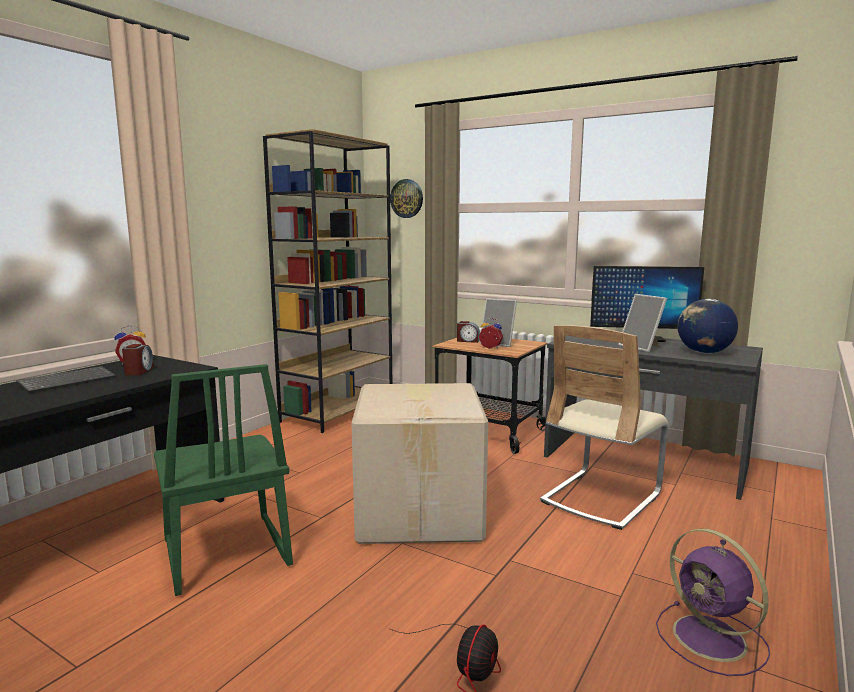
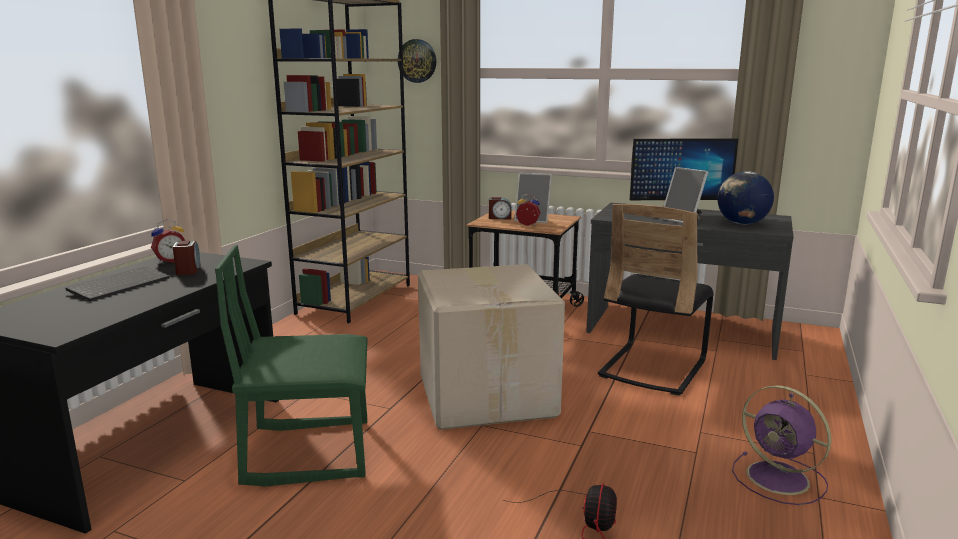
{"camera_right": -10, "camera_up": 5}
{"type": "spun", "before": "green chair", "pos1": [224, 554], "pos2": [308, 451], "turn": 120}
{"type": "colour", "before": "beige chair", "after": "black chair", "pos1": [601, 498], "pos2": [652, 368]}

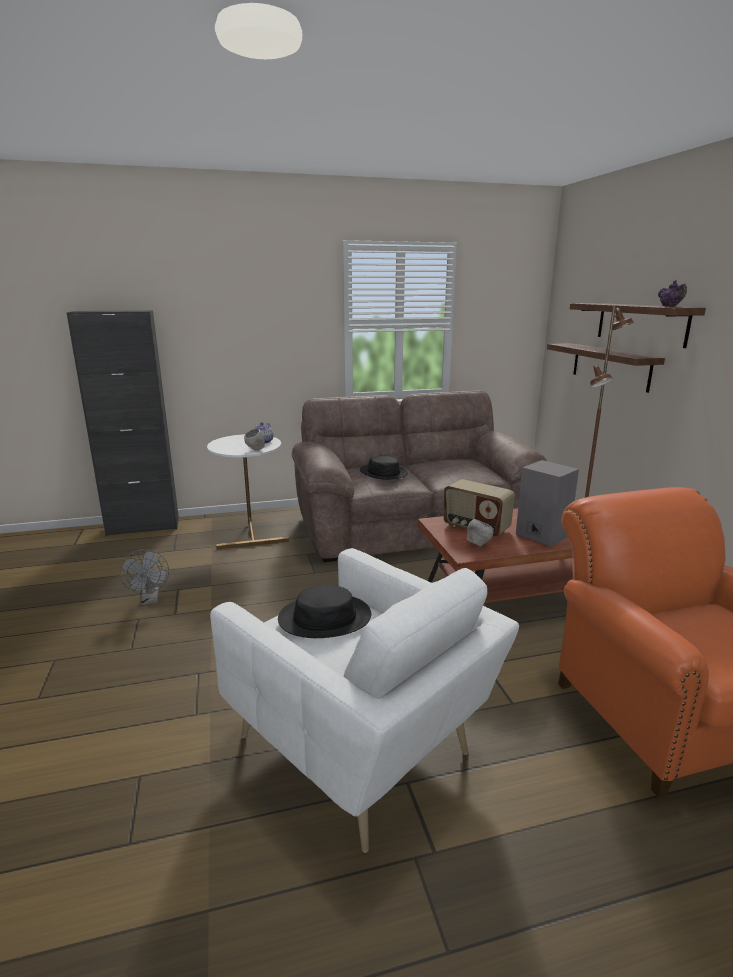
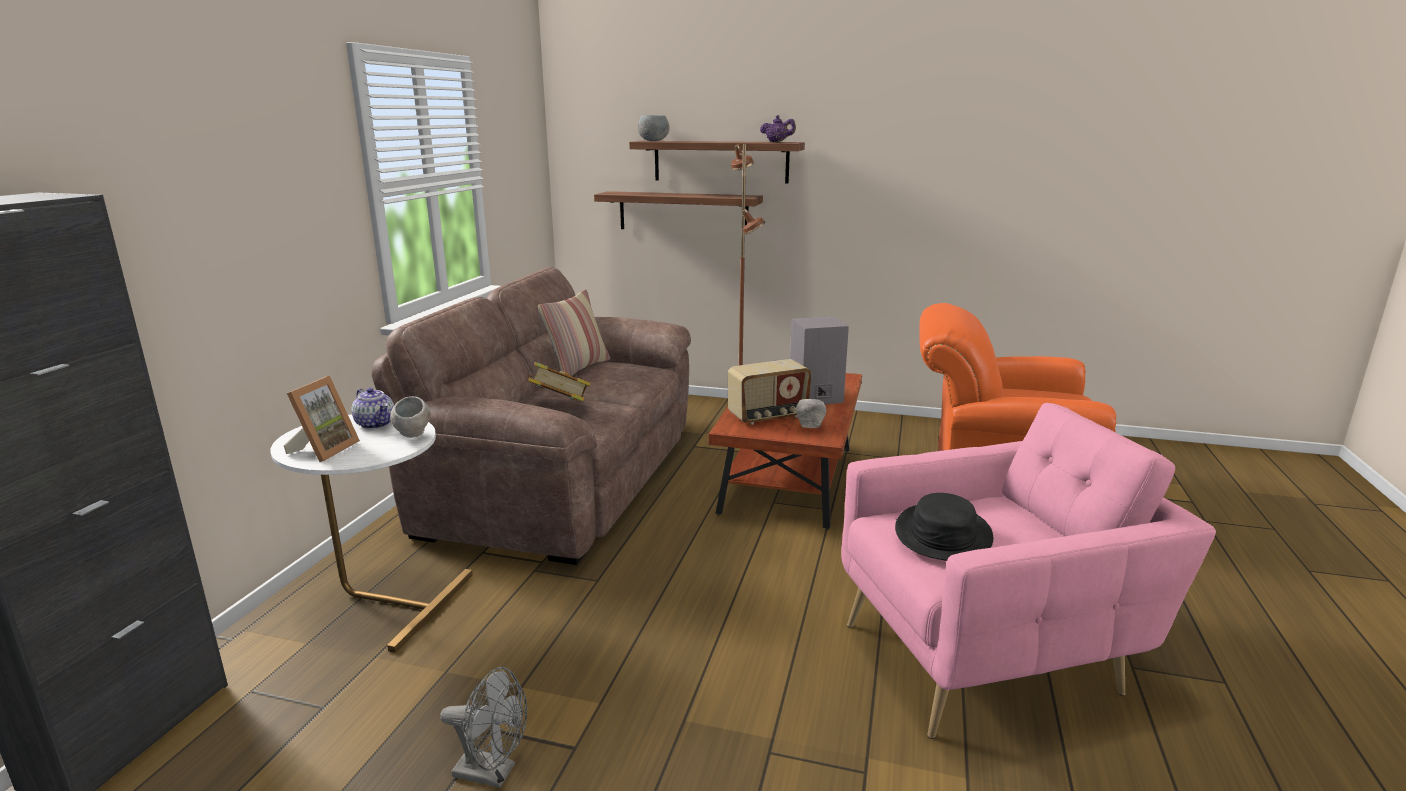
{"camera_right": -60, "camera_up": 0}
{"type": "colour", "before": "white armchair", "after": "pink armchair", "pos1": [359, 752], "pos2": [990, 656]}
{"type": "exchanged", "before": "black hat", "after": "book", "pos1": [383, 473], "pos2": [560, 407]}
{"type": "appeared", "after": "picture frame", "pos2": [324, 450]}
{"type": "appeared", "after": "pillow", "pos2": [578, 368]}
{"type": "appeared", "after": "grey bowl", "pos2": [653, 140]}

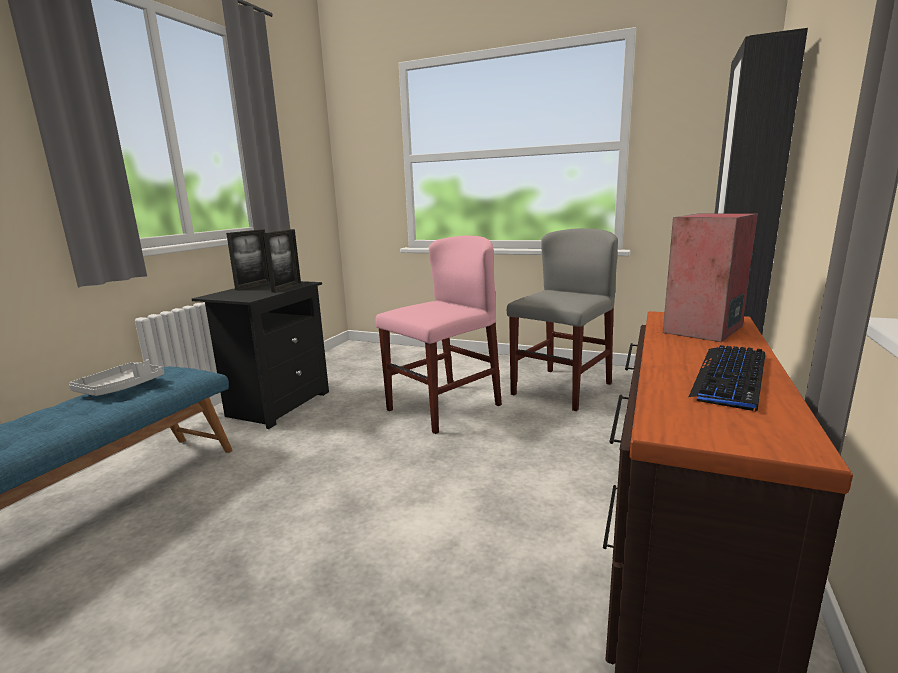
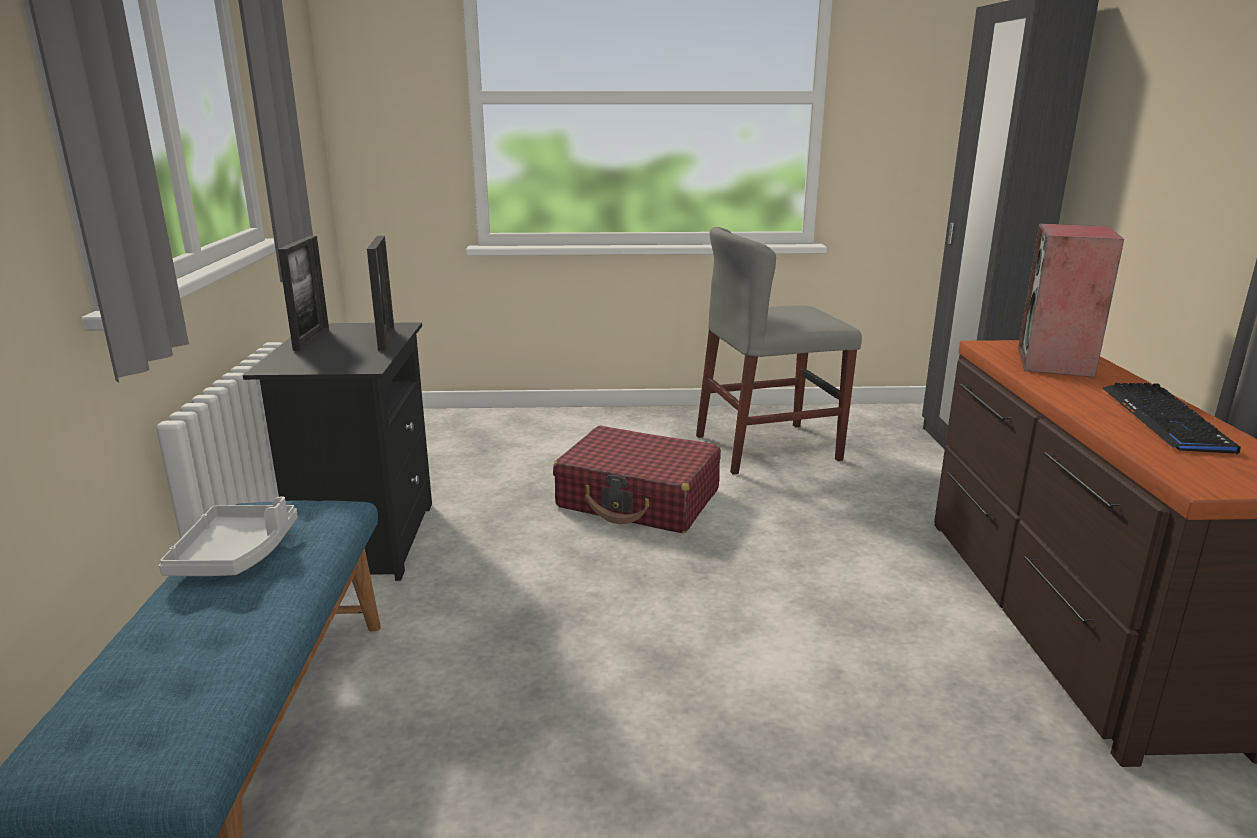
{"camera_right": -25, "camera_up": 5}
{"type": "exchanged", "before": "pink chair", "after": "red suitcase", "pos1": [443, 407], "pos2": [639, 499]}
{"type": "spun", "before": "grey chair", "pos1": [561, 389], "pos2": [767, 447], "turn": -120}

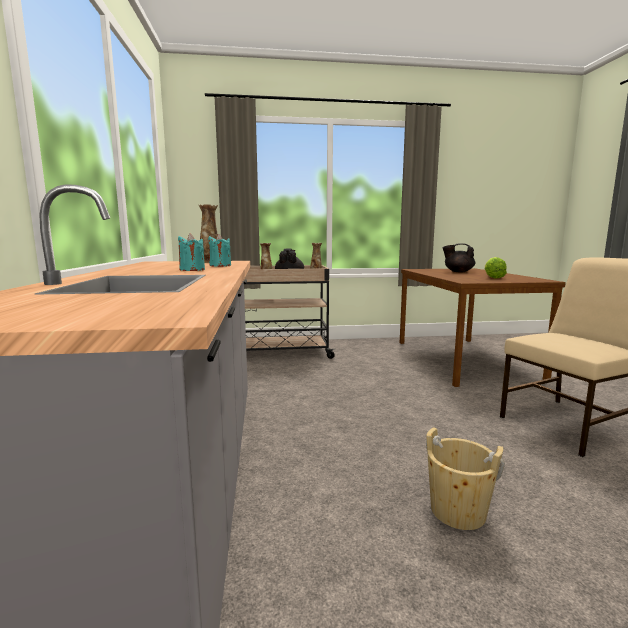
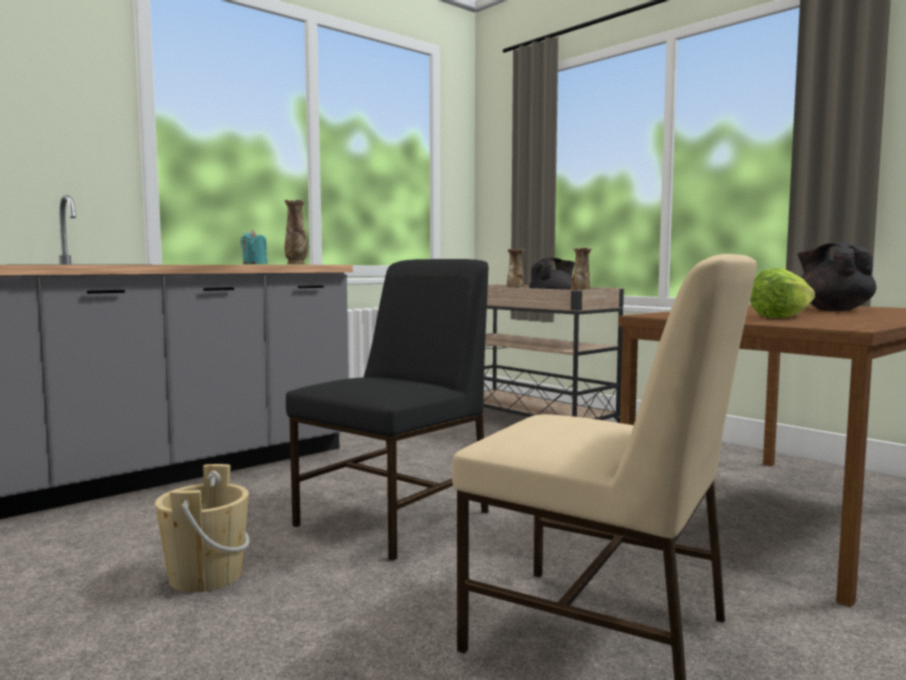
{"camera_right": 55, "camera_up": -5}
{"type": "missing", "before": "turquoise candle", "pos1": [192, 270]}
{"type": "appeared", "after": "black chair", "pos2": [397, 518]}

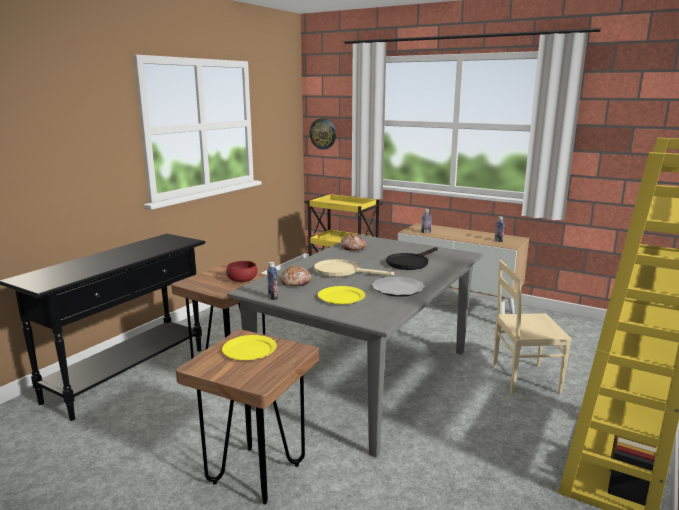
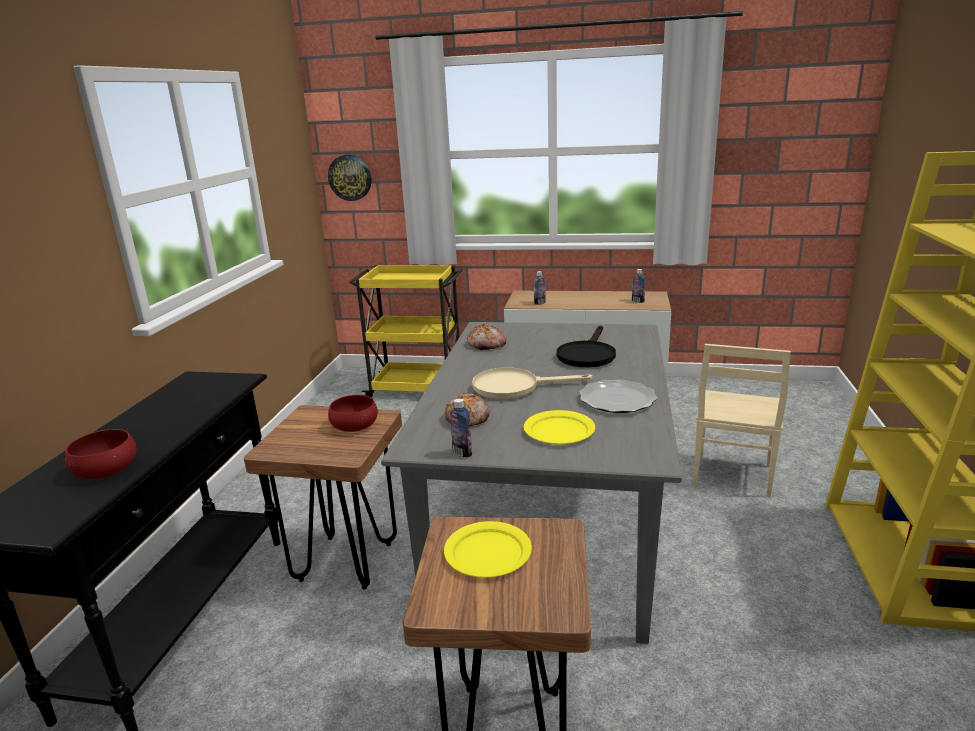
{"camera_right": -20, "camera_up": 5}
{"type": "spun", "before": "beige chair", "pos1": [524, 379], "pos2": [731, 475], "turn": -45}
{"type": "appeared", "after": "red bowl", "pos2": [106, 469]}

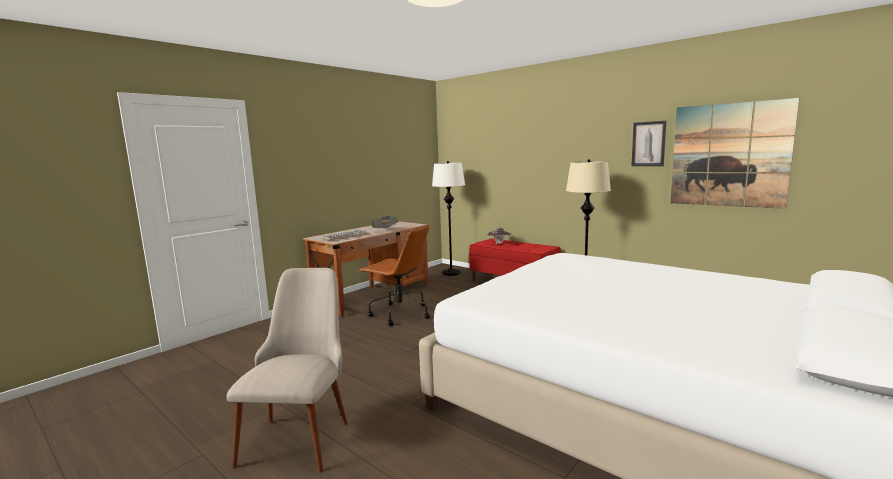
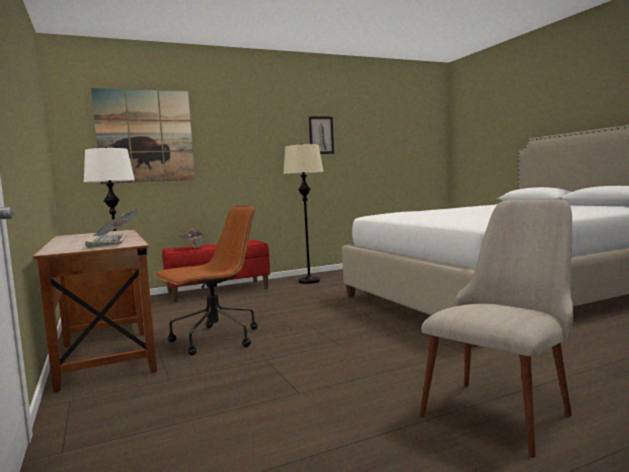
{"camera_right": -65, "camera_up": -5}
{"type": "spun", "before": "beige chair", "pos1": [302, 432], "pos2": [505, 406], "turn": 105}
{"type": "relocated", "before": "picture", "pos1": [729, 155], "pos2": [145, 136]}

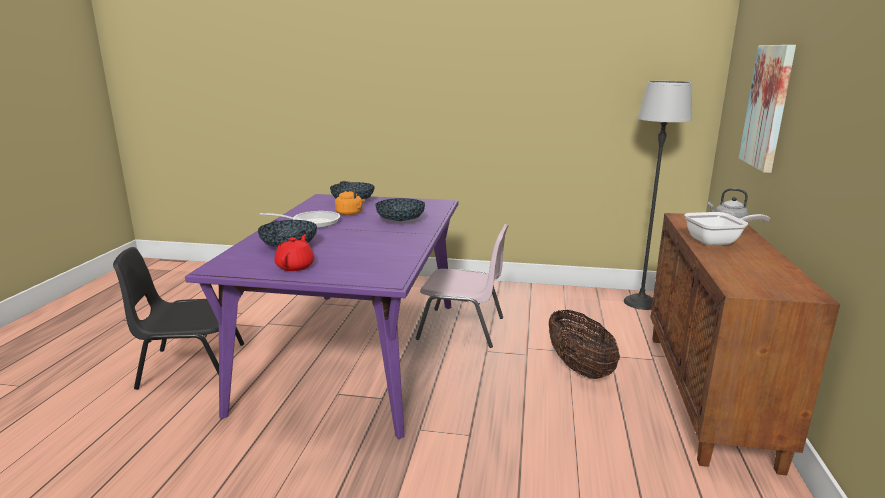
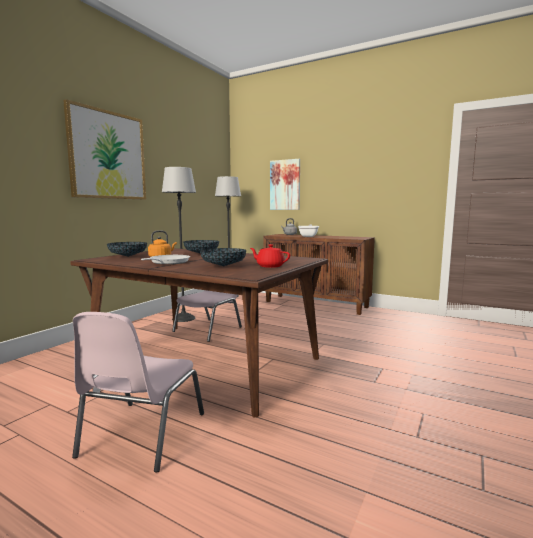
{"camera_right": -70, "camera_up": -10}
{"type": "colour", "before": "black chair", "after": "pink chair", "pos1": [190, 366], "pos2": [141, 435]}
{"type": "colour", "before": "purple dining table", "after": "brown dining table", "pos1": [355, 352], "pos2": [203, 360]}
{"type": "missing", "before": "basket", "pos1": [579, 368]}
{"type": "appeared", "after": "picture", "pos2": [108, 155]}
{"type": "appeared", "after": "floor lamp", "pos2": [183, 318]}

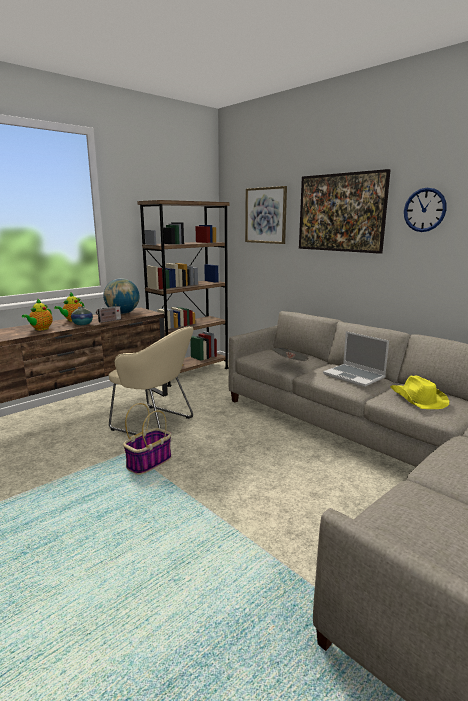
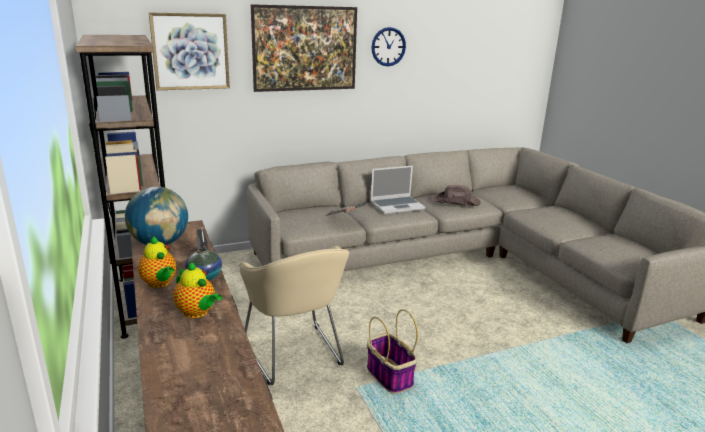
{"camera_right": -70, "camera_up": 5}
{"type": "spun", "before": "beige armchair", "pos1": [156, 424], "pos2": [295, 357], "turn": 105}
{"type": "colour", "before": "yellow hat", "after": "brown hat", "pos1": [417, 399], "pos2": [456, 202]}

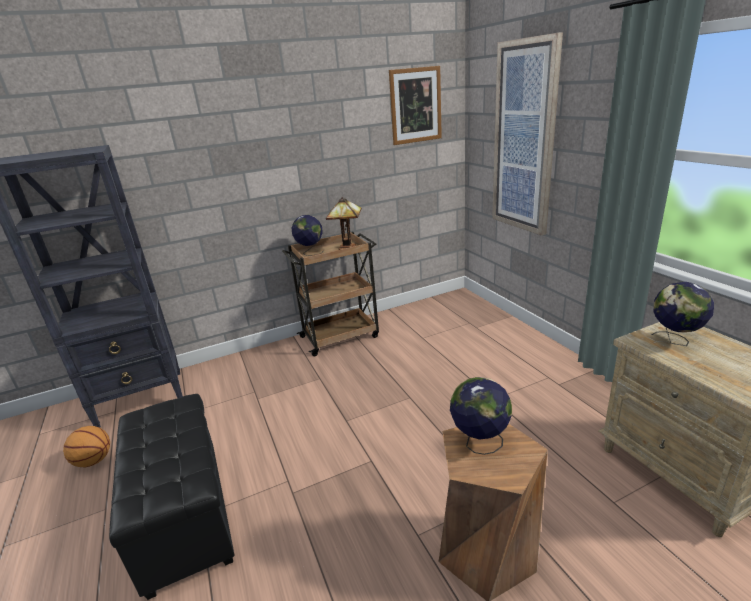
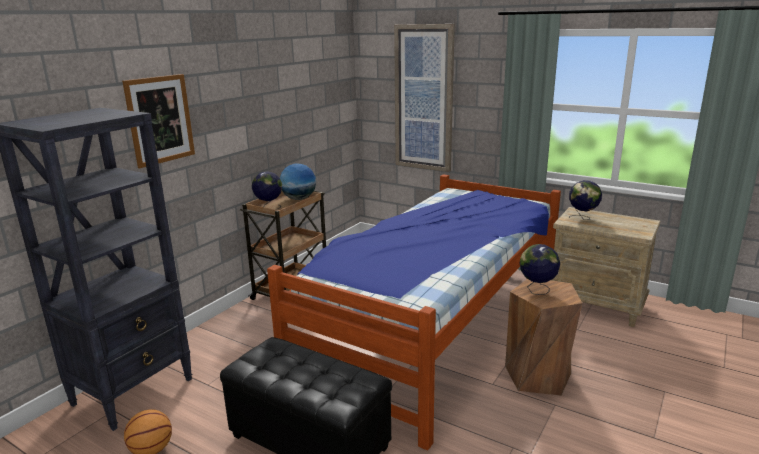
{"camera_right": -35, "camera_up": -5}
{"type": "exchanged", "before": "table lamp", "after": "globe", "pos1": [348, 246], "pos2": [299, 199]}
{"type": "relocated", "before": "picture", "pos1": [415, 105], "pos2": [160, 120]}
{"type": "appeared", "after": "bed", "pos2": [434, 327]}

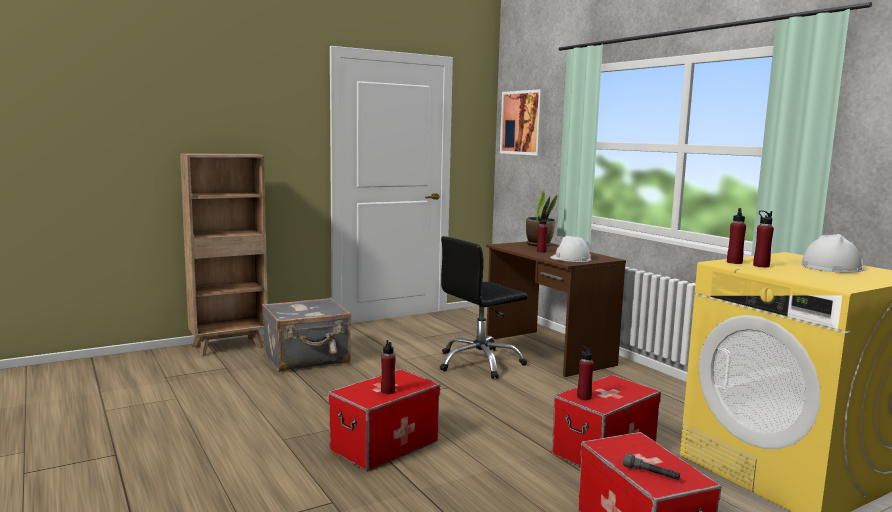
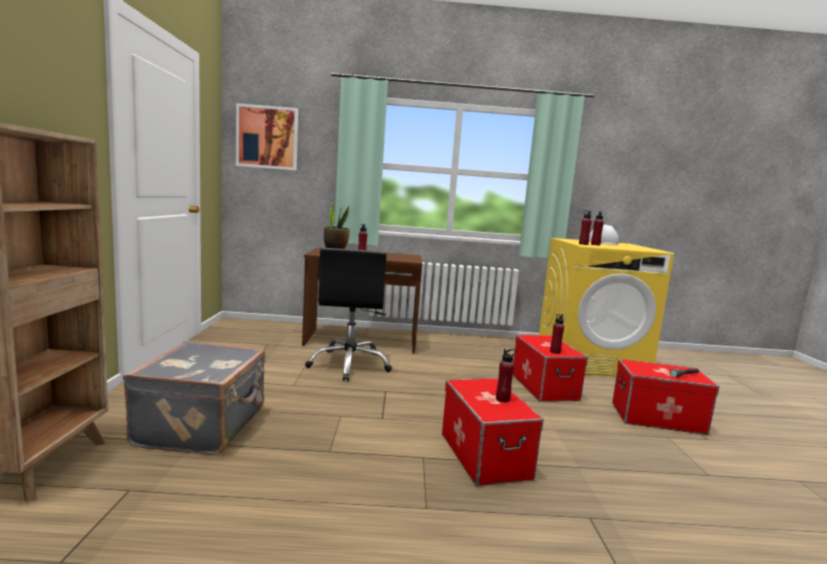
{"camera_right": -60, "camera_up": 0}
{"type": "missing", "before": "white hard hat", "pos1": [570, 258]}

